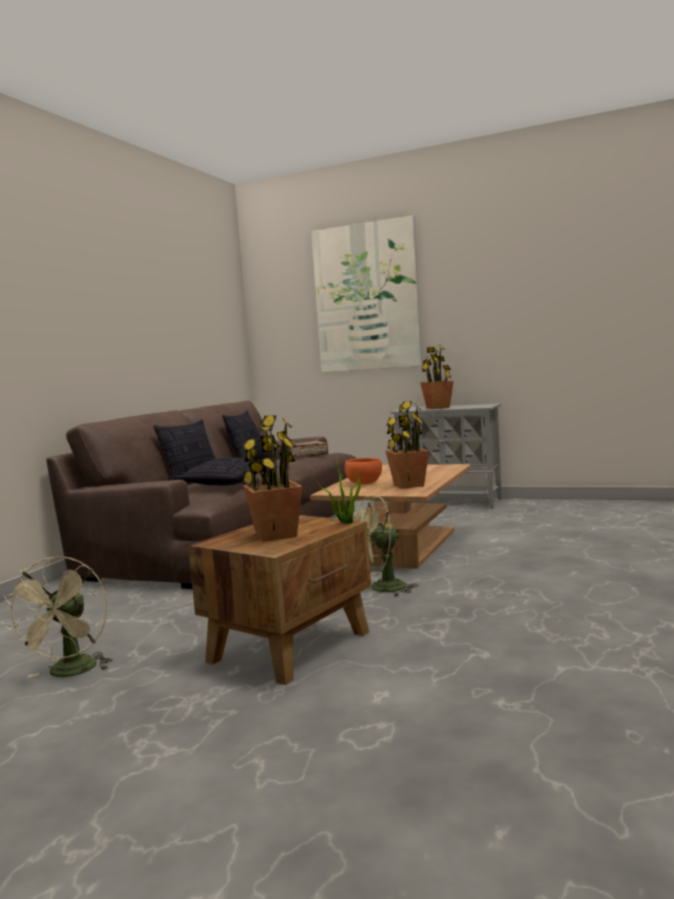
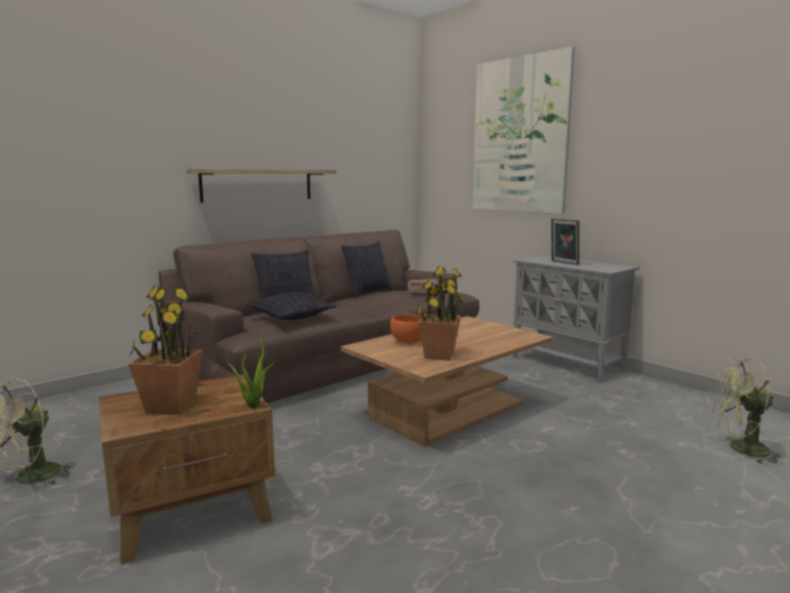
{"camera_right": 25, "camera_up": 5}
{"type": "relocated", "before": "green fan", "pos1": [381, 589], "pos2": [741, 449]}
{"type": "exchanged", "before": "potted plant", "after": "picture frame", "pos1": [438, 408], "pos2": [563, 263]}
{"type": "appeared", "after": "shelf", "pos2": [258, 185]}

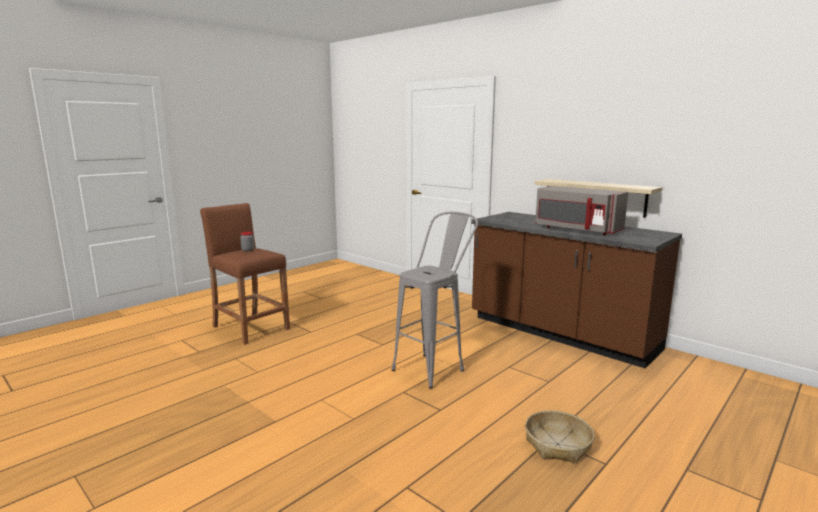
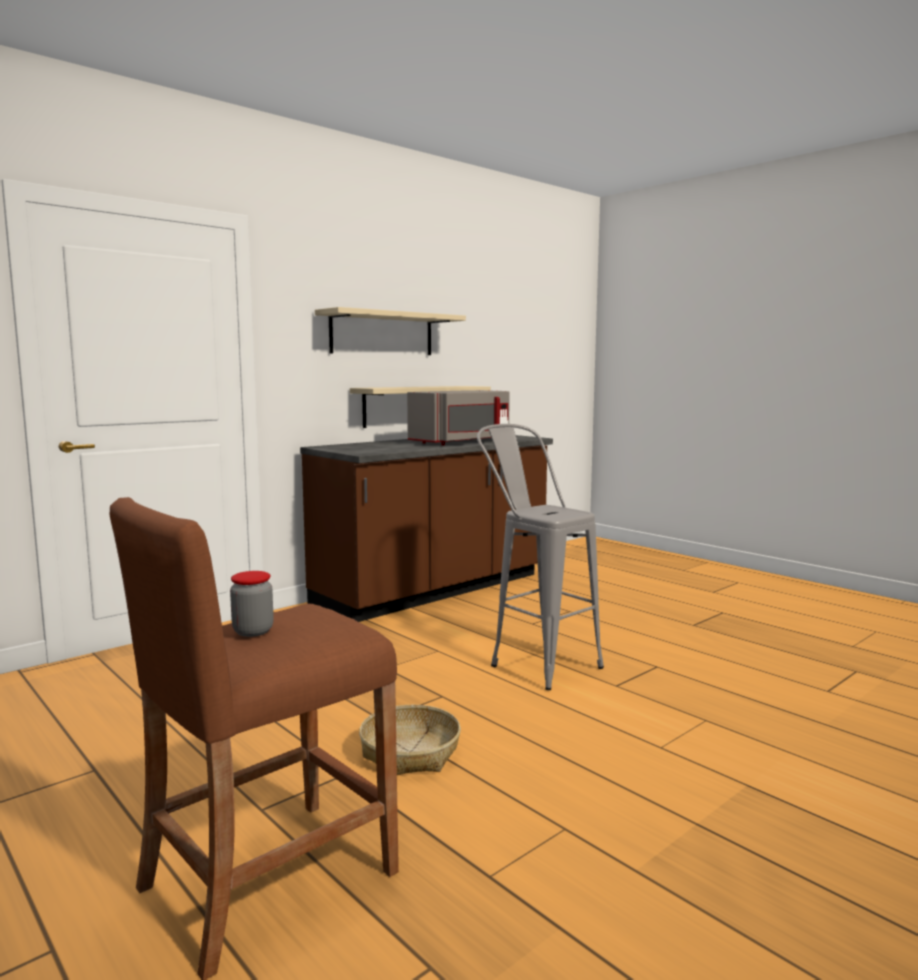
{"camera_right": -85, "camera_up": -5}
{"type": "relocated", "before": "basket", "pos1": [558, 444], "pos2": [410, 753]}
{"type": "appeared", "after": "beige shelf", "pos2": [382, 334]}

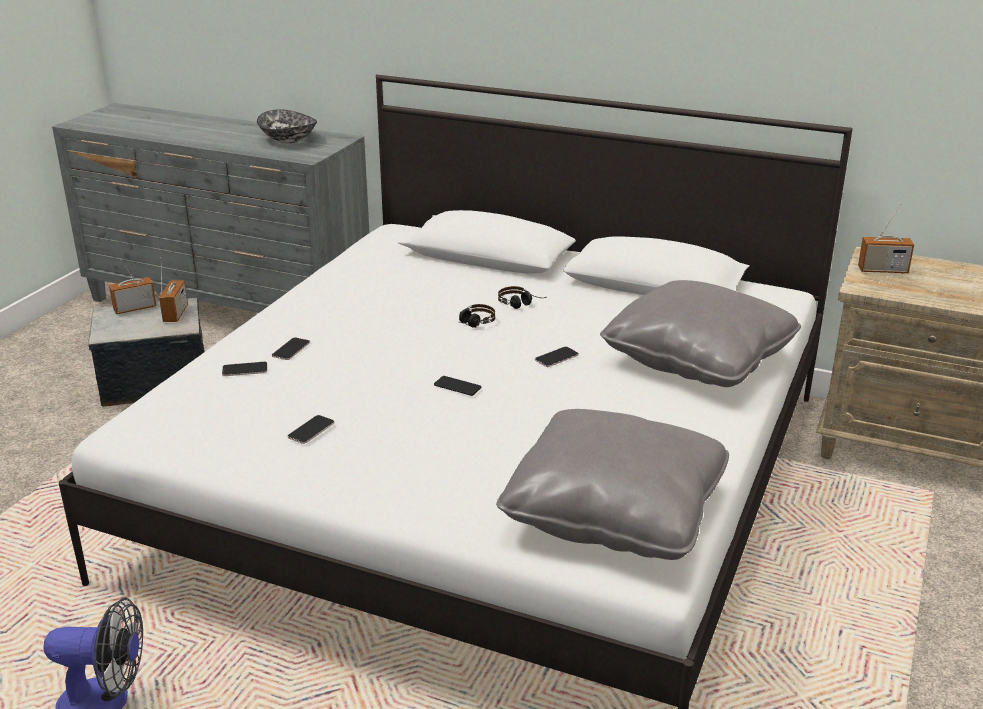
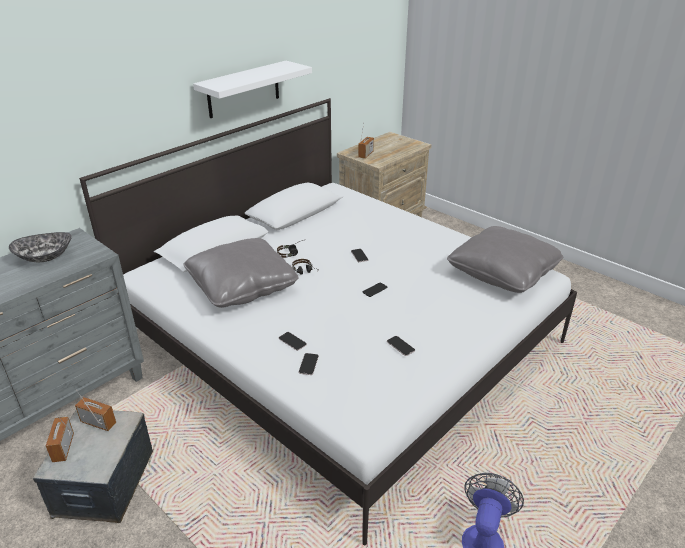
{"camera_right": -70, "camera_up": 5}
{"type": "relocated", "before": "grey pillow", "pos1": [698, 359], "pos2": [242, 286]}
{"type": "appeared", "after": "white shelf", "pos2": [243, 89]}

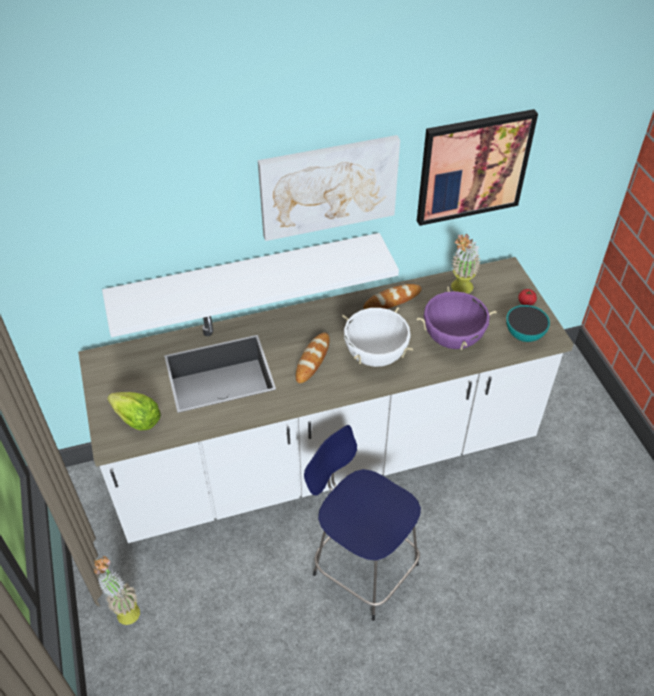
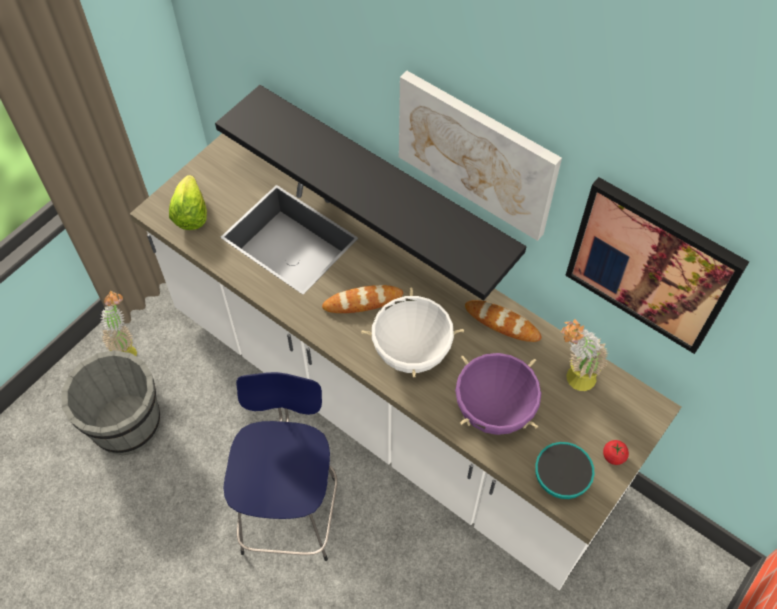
{"camera_right": 55, "camera_up": 10}
{"type": "colour", "before": "white shelf", "after": "black shelf", "pos1": [247, 278], "pos2": [385, 180]}
{"type": "appeared", "after": "grey bucket", "pos2": [126, 424]}

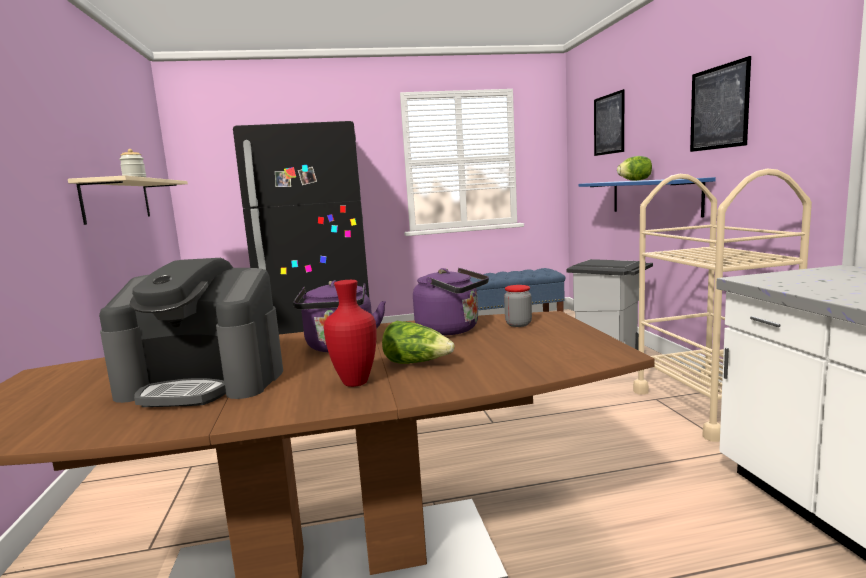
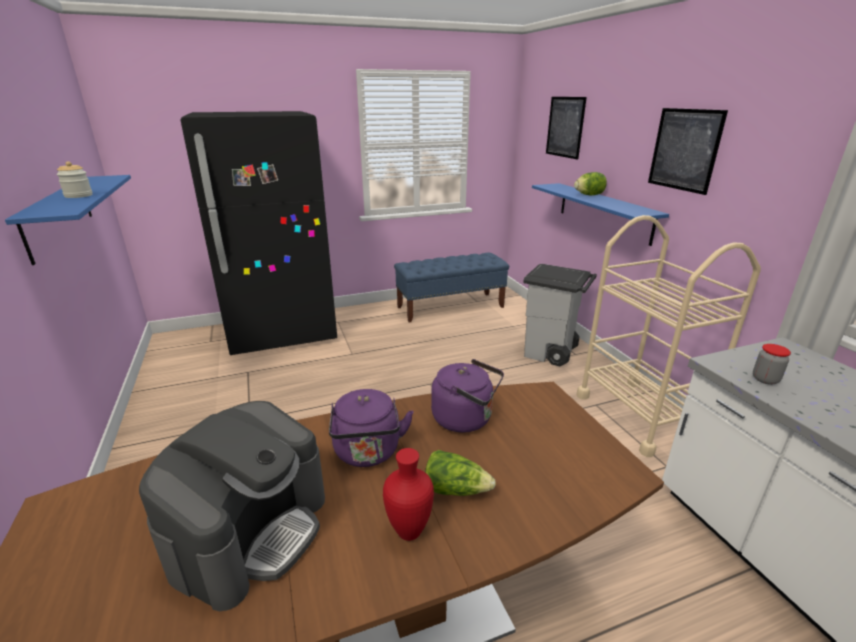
{"camera_right": -10, "camera_up": 15}
{"type": "colour", "before": "beige shelf", "after": "blue shelf", "pos1": [118, 200], "pos2": [59, 215]}
{"type": "spun", "before": "coffee machine", "pos1": [204, 382], "pos2": [251, 531], "turn": -60}
{"type": "relocated", "before": "jar", "pos1": [518, 324], "pos2": [765, 379]}

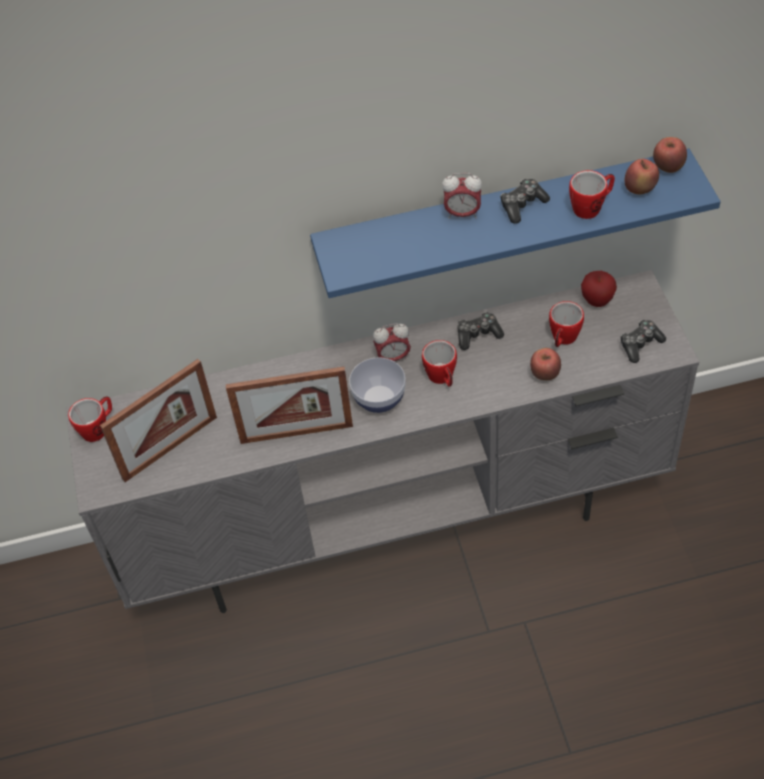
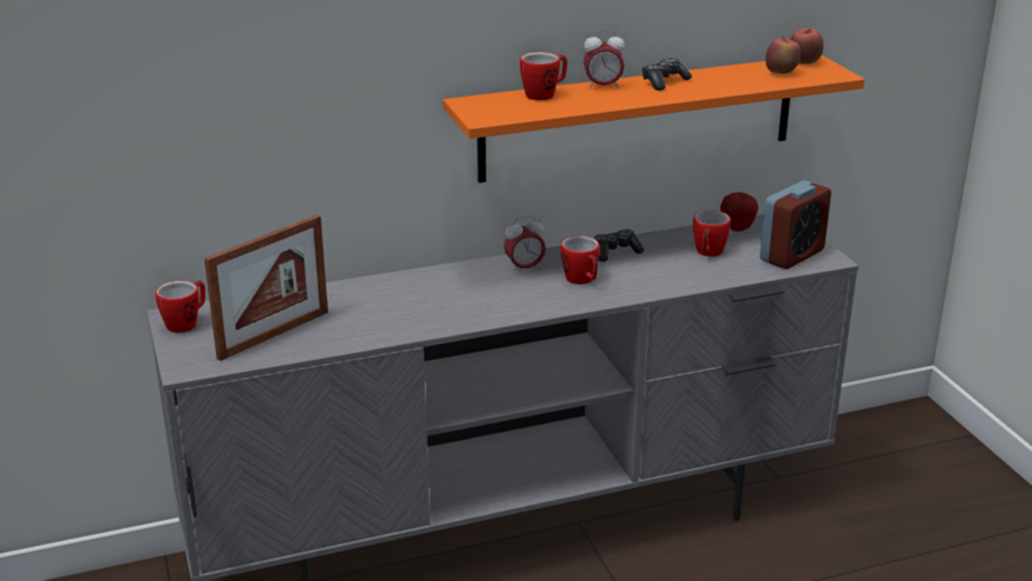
{"camera_right": -10, "camera_up": -25}
{"type": "missing", "before": "picture frame", "pos1": [296, 433]}
{"type": "colour", "before": "blue shelf", "after": "orange shelf", "pos1": [502, 220], "pos2": [638, 118]}
{"type": "missing", "before": "bowl", "pos1": [379, 399]}
{"type": "missing", "before": "apple", "pos1": [545, 374]}
{"type": "relocated", "before": "mug", "pos1": [591, 207], "pos2": [545, 94]}
{"type": "exchanged", "before": "game controller", "after": "alarm clock", "pos1": [640, 344], "pos2": [792, 255]}

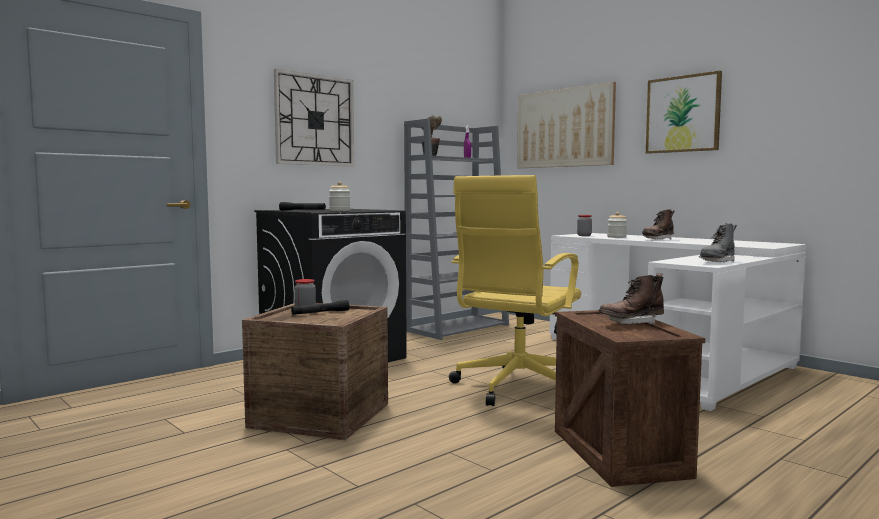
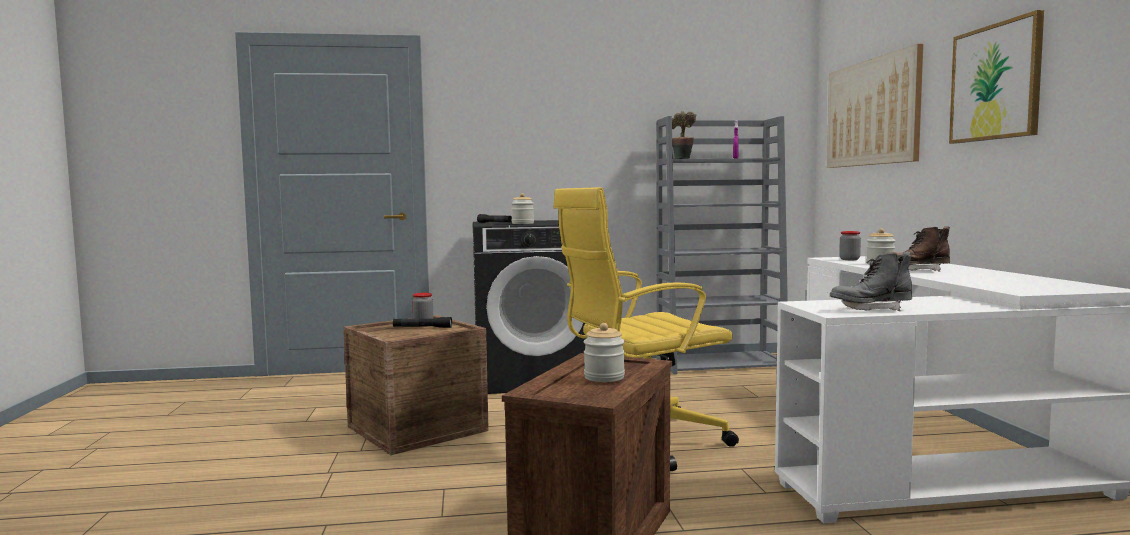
{"camera_right": 35, "camera_up": 0}
{"type": "missing", "before": "wall clock", "pos1": [315, 120]}
{"type": "exchanged", "before": "brown boot", "after": "jar", "pos1": [631, 323], "pos2": [604, 377]}

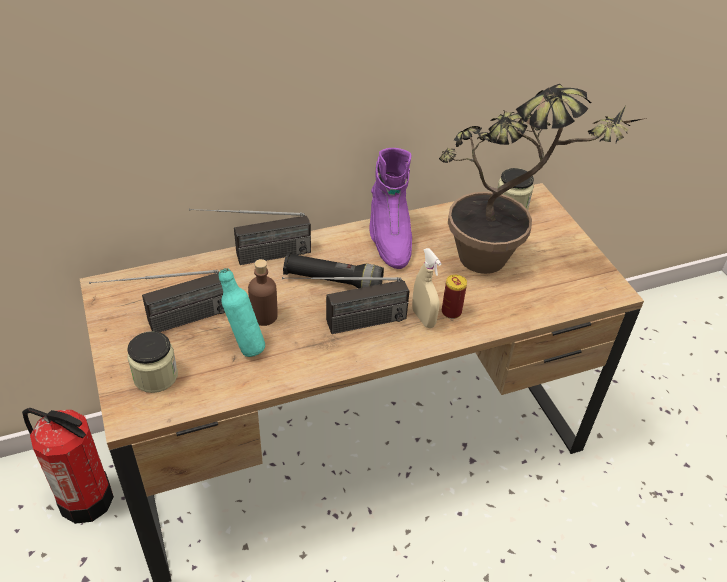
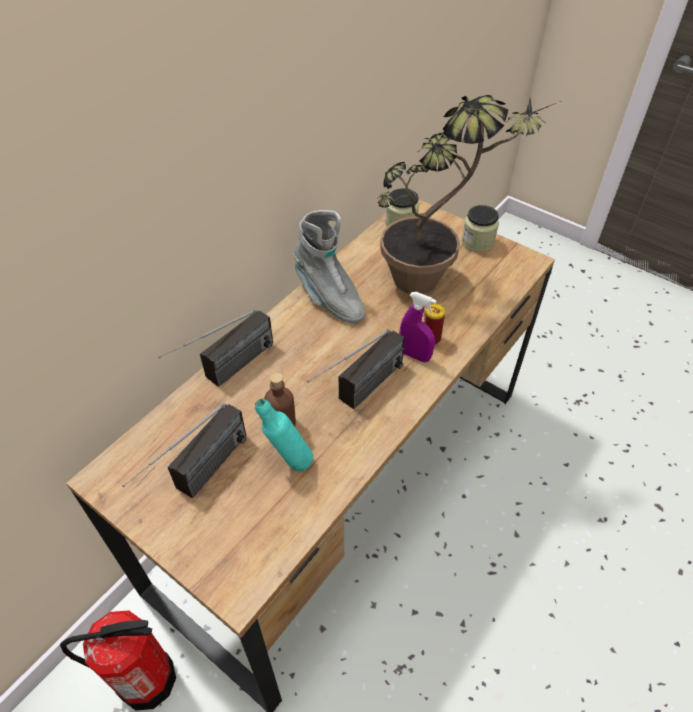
{"camera_right": -30, "camera_up": 5}
{"type": "relocated", "before": "jar", "pos1": [155, 376], "pos2": [477, 242]}
{"type": "missing", "before": "black flashlight", "pos1": [333, 281]}
{"type": "colour", "before": "purple boot", "after": "grey boot", "pos1": [389, 238], "pos2": [328, 298]}
{"type": "colour", "before": "beige spray bottle", "after": "purple spray bottle", "pos1": [423, 318], "pos2": [414, 355]}

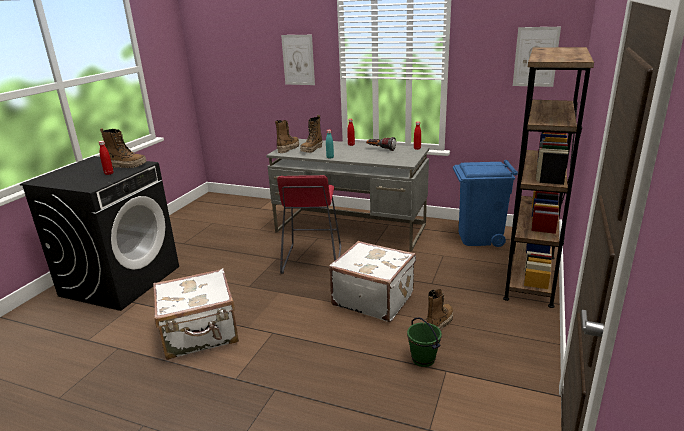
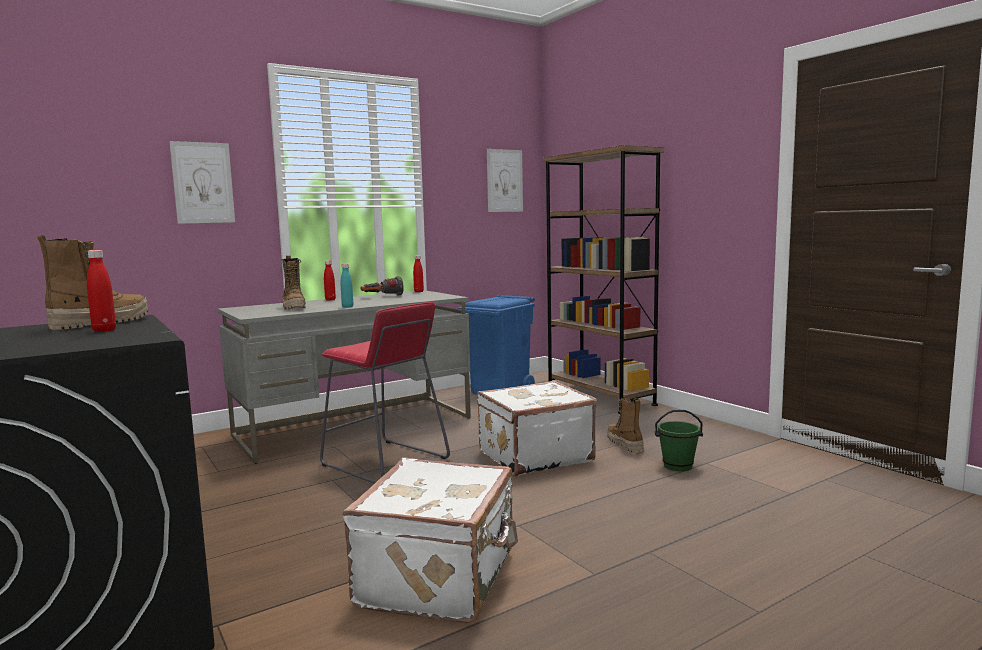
{"camera_right": -55, "camera_up": -15}
{"type": "missing", "before": "boot", "pos1": [288, 148]}

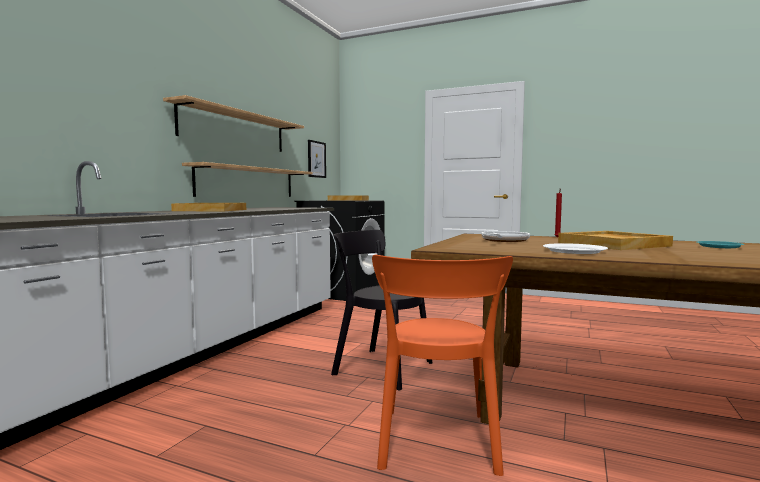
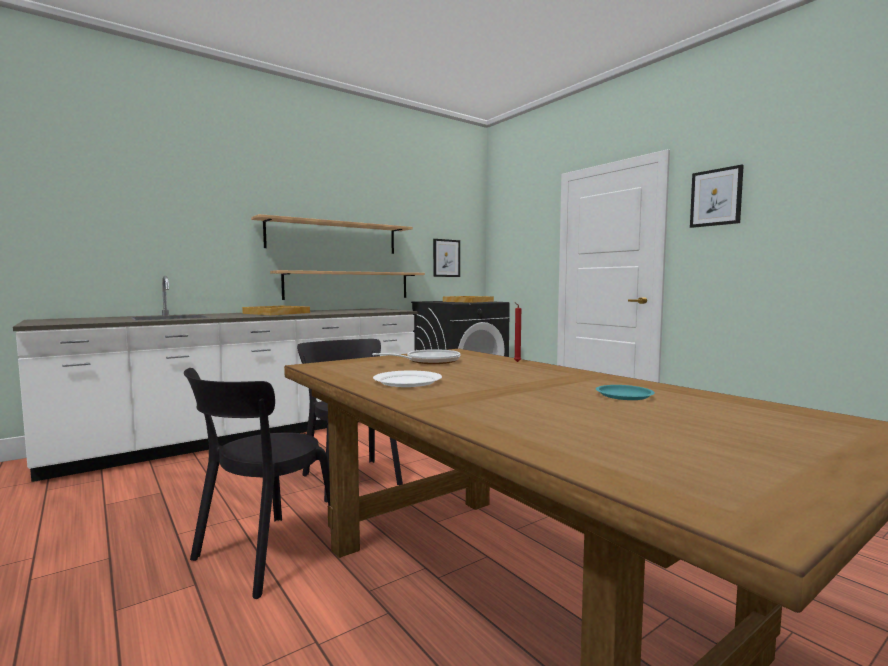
{"camera_right": 30, "camera_up": 0}
{"type": "colour", "before": "orange chair", "after": "black chair", "pos1": [437, 445], "pos2": [262, 556]}
{"type": "missing", "before": "beige tray", "pos1": [614, 244]}
{"type": "appeared", "after": "picture", "pos2": [716, 197]}

